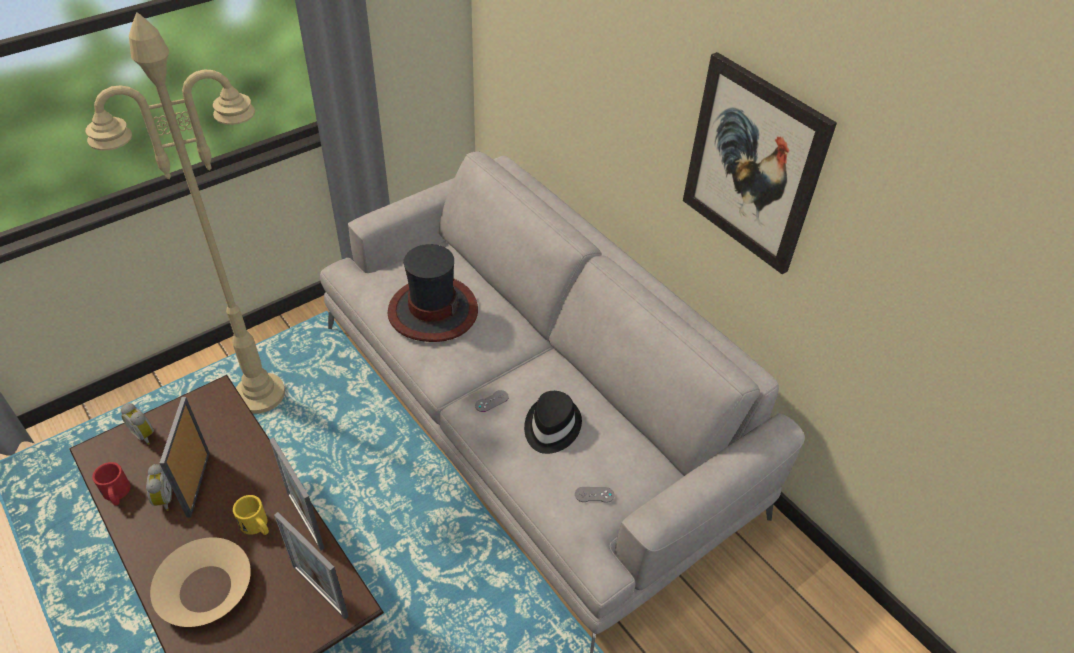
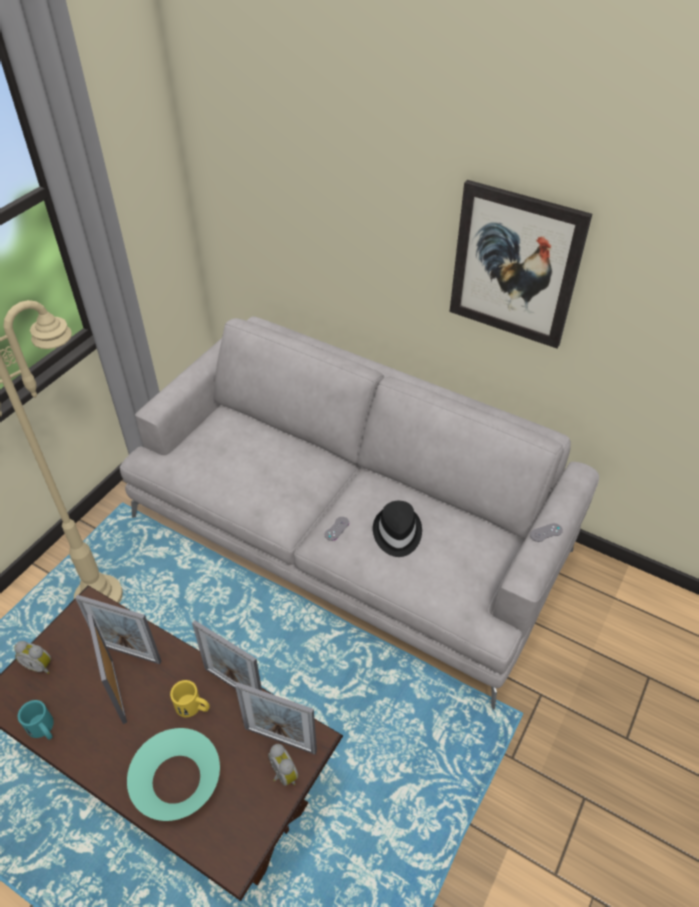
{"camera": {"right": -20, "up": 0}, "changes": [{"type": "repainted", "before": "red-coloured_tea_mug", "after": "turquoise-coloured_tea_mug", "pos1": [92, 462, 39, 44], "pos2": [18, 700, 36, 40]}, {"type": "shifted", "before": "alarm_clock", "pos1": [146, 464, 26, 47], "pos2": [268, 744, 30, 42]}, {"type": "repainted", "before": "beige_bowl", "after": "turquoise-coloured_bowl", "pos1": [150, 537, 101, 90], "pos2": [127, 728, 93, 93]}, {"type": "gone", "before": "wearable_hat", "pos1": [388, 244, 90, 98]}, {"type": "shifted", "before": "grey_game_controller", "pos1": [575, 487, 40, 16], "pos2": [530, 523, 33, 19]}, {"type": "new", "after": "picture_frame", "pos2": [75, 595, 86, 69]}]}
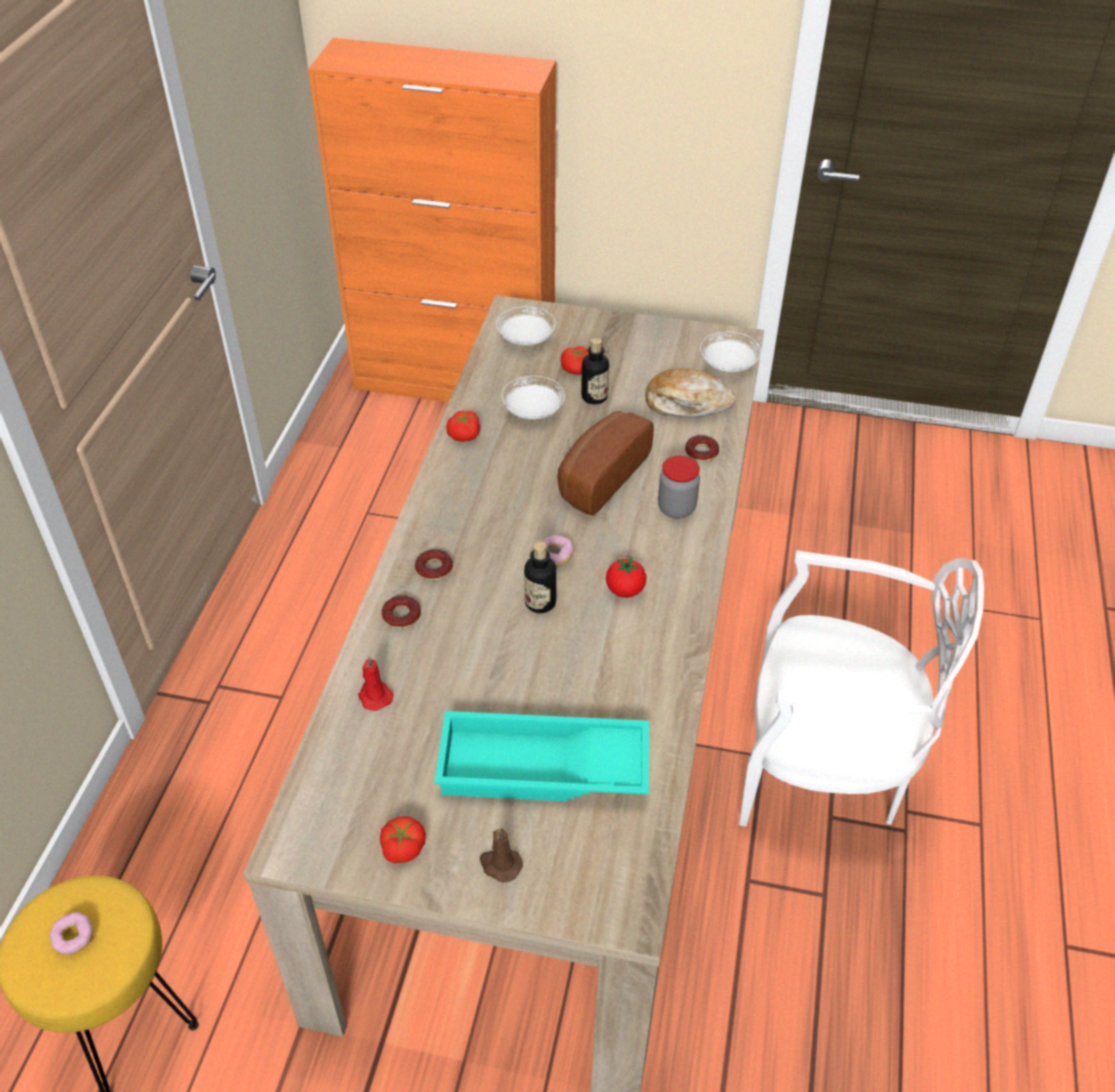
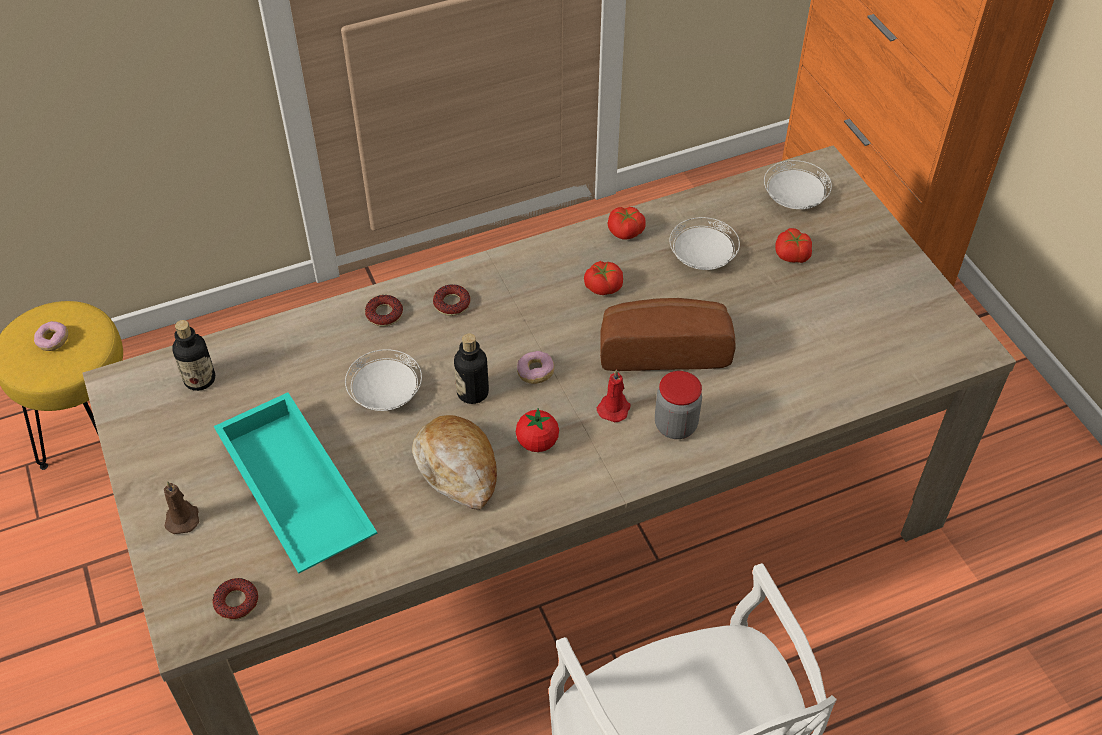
{"camera": {"right": 55, "up": 5}, "changes": [{"type": "shifted", "before": "red-coloured_wax_light", "pos1": [358, 656, 36, 55], "pos2": [597, 369, 34, 53]}, {"type": "shifted", "before": "whole_tomato", "pos1": [380, 816, 46, 48], "pos2": [584, 261, 39, 34]}, {"type": "shifted", "before": "bottle", "pos1": [581, 338, 28, 66], "pos2": [172, 320, 43, 71]}, {"type": "shifted", "before": "bakery_bread", "pos1": [645, 368, 91, 49], "pos2": [412, 415, 85, 95]}, {"type": "shifted", "before": "donut", "pos1": [685, 435, 34, 27], "pos2": [212, 578, 46, 42]}, {"type": "shifted", "before": "white-coloured_dinner_plate", "pos1": [700, 331, 61, 41], "pos2": [345, 349, 77, 62]}]}
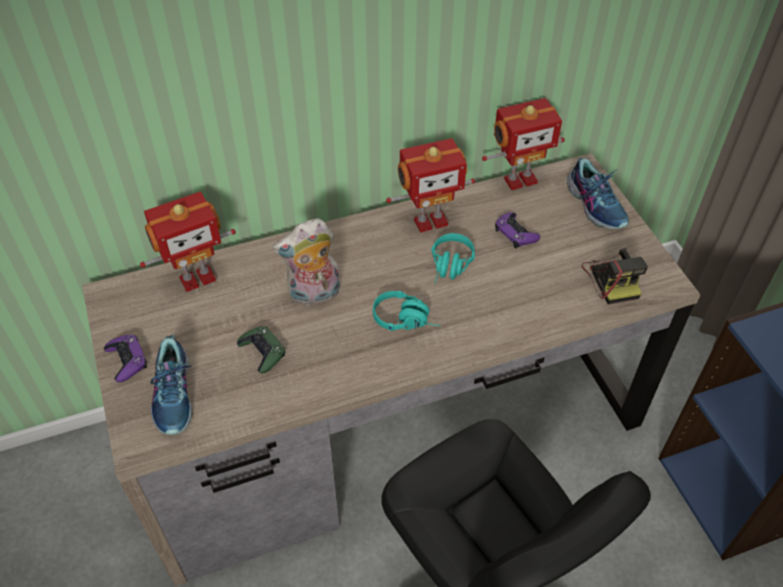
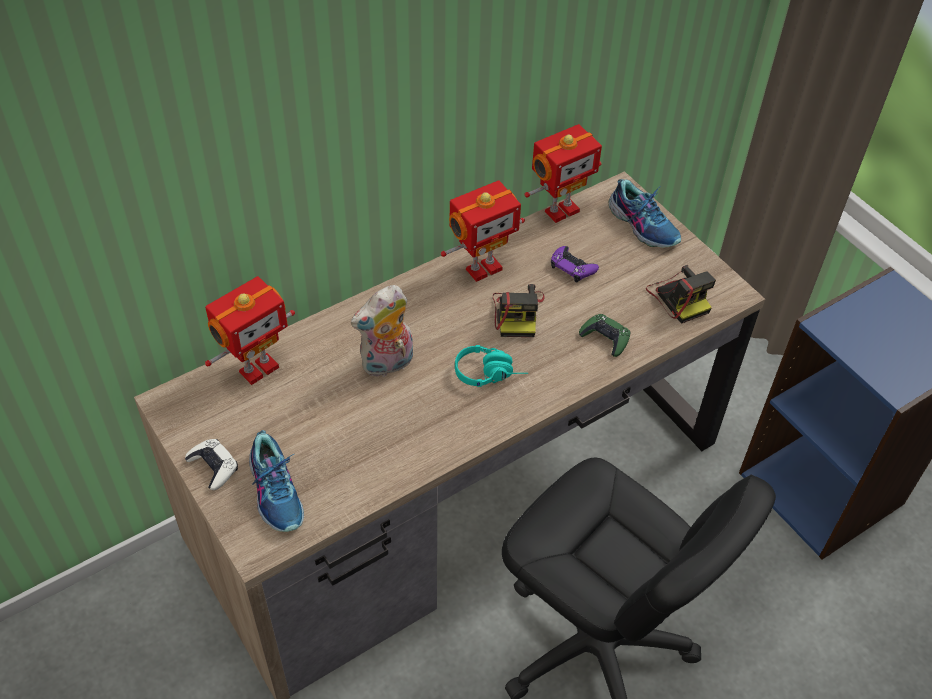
{"camera": {"right": -15, "up": 0}, "changes": [{"type": "repainted", "before": "purple_game_controller", "after": "white-coloured_game_controller", "pos1": [104, 335, 43, 47], "pos2": [185, 439, 53, 51]}, {"type": "shifted", "before": "green_game_controller", "pos1": [237, 326, 48, 47], "pos2": [579, 314, 52, 43]}, {"type": "swapped", "before": "turquoise-coloured_headset", "after": "photo_camera", "pos1": [431, 233, 44, 51], "pos2": [493, 284, 52, 53]}]}
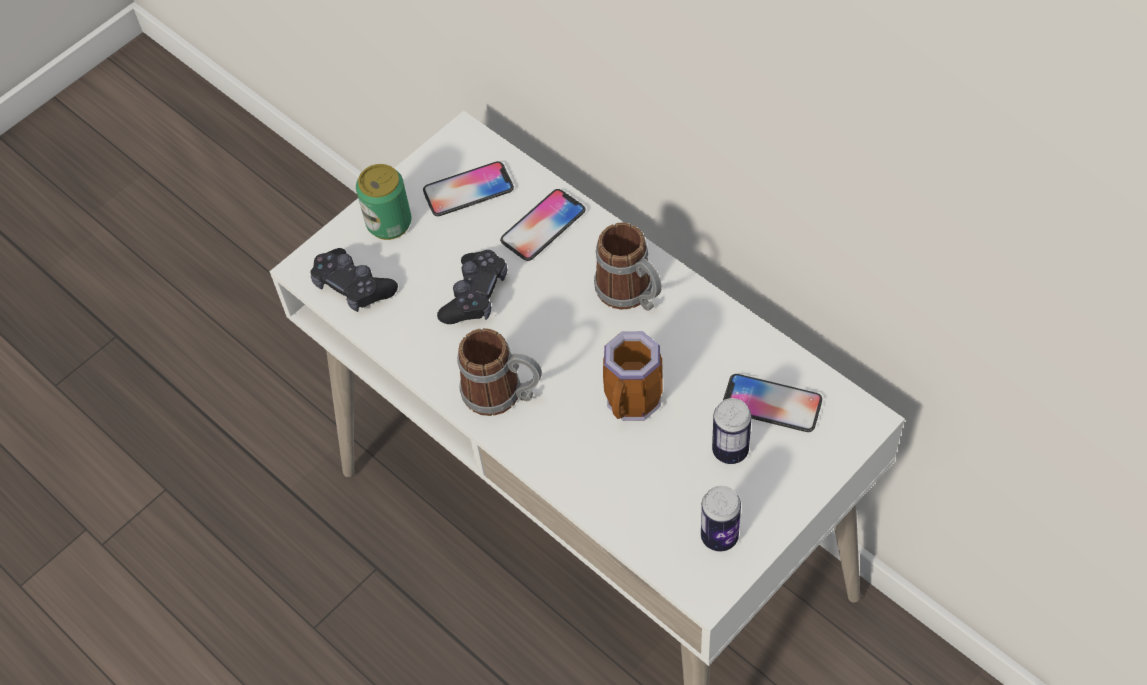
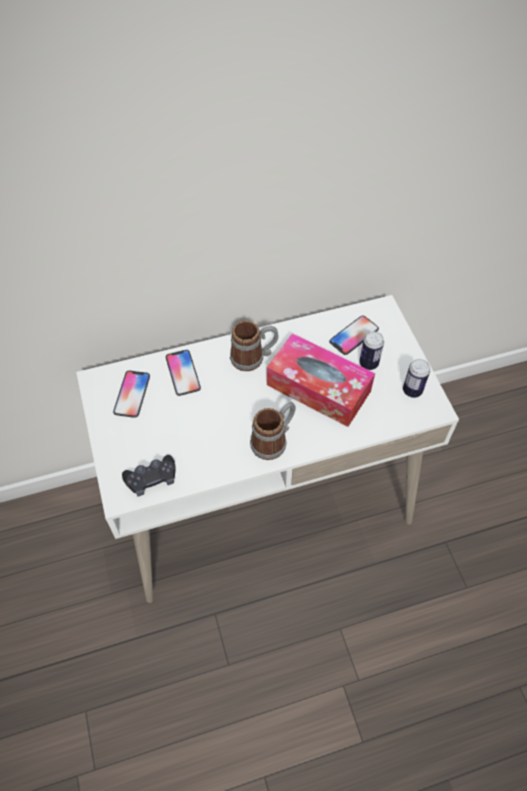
{"camera": {"right": -65, "up": 0}, "changes": [{"type": "gone", "before": "sealed_can", "pos1": [356, 164, 55, 76]}, {"type": "gone", "before": "black_game_controller", "pos1": [437, 250, 70, 74]}, {"type": "swapped", "before": "tea_mug", "after": "tissue_holder", "pos1": [603, 331, 60, 90], "pos2": [267, 333, 108, 94]}]}
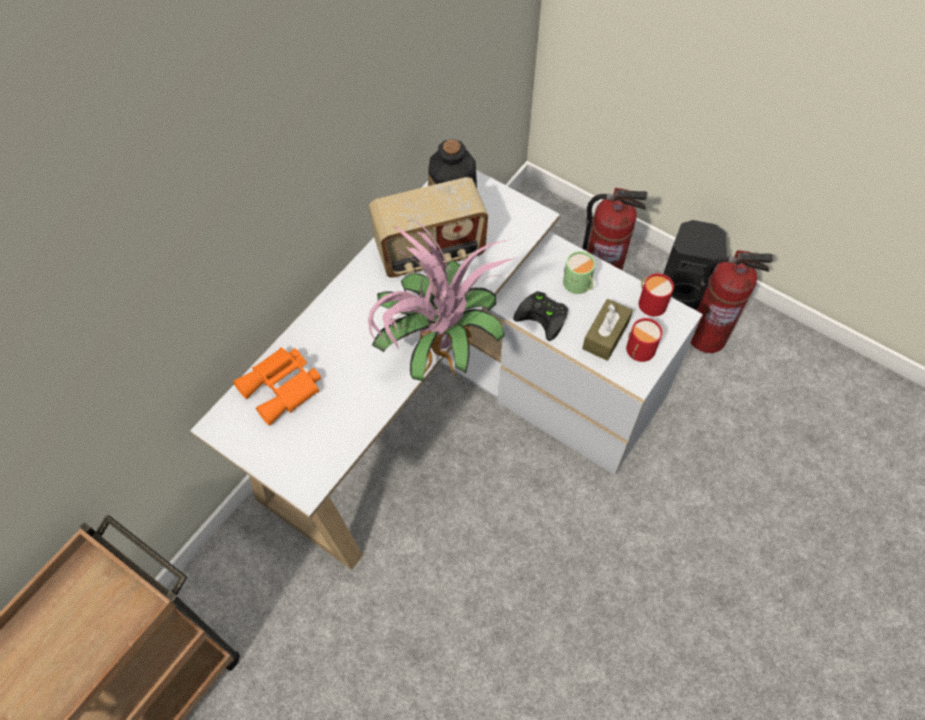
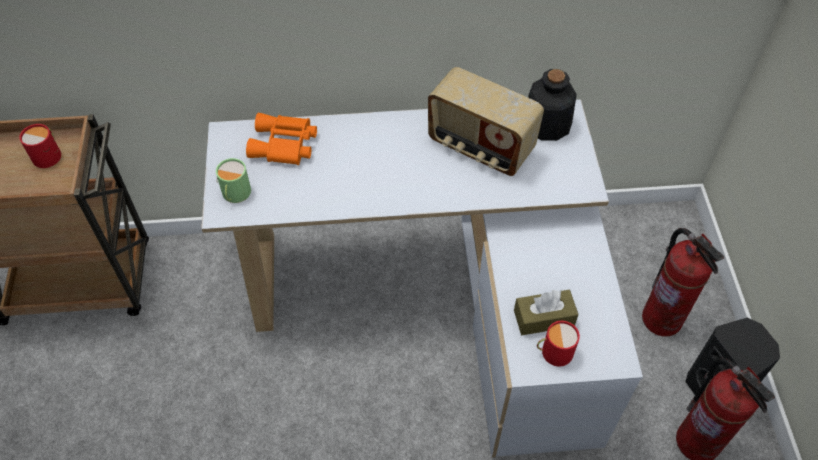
{"camera": {"right": 50, "up": -5}, "changes": [{"type": "gone", "before": "potted_plant", "pos1": [368, 221, 149, 160]}, {"type": "gone", "before": "black_game_controller", "pos1": [513, 291, 55, 50]}, {"type": "shifted", "before": "green_tea_mug", "pos1": [563, 251, 32, 43], "pos2": [216, 158, 35, 45]}, {"type": "shifted", "before": "red-coloured_tea_mug", "pos1": [638, 273, 36, 43], "pos2": [19, 124, 42, 44]}]}
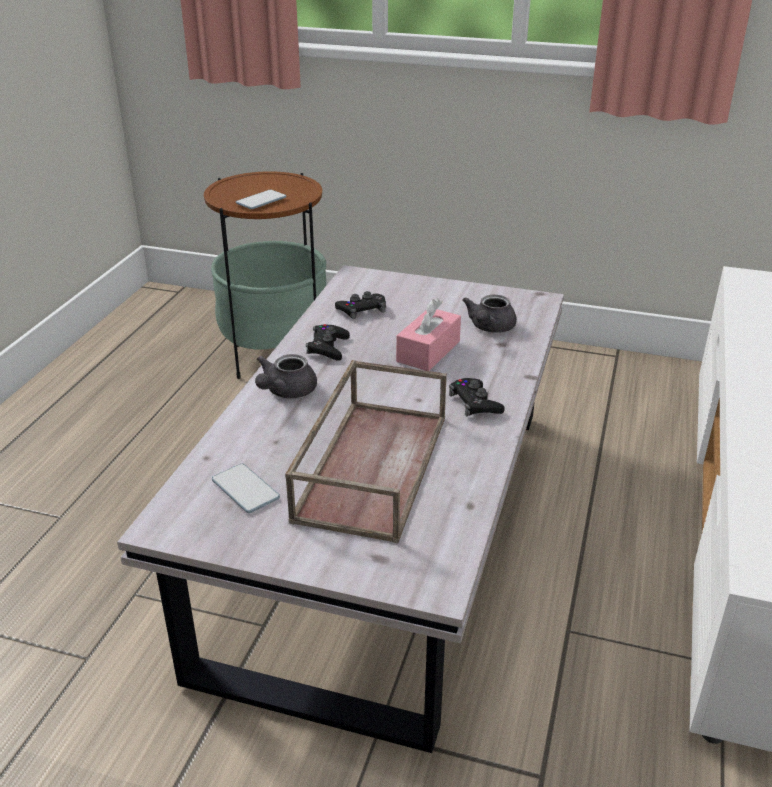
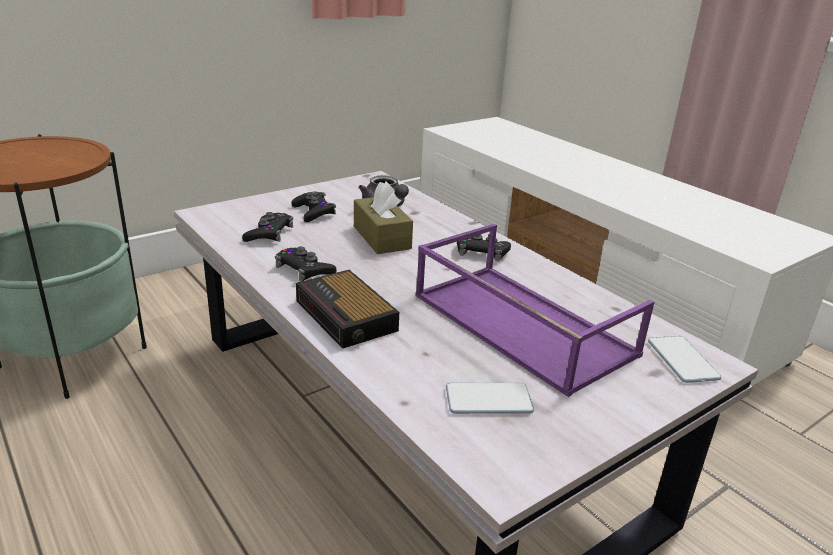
{"camera": {"right": -55, "up": -5}, "changes": [{"type": "shifted", "before": "telephone", "pos1": [236, 190, 50, 19], "pos2": [648, 336, 73, 47]}, {"type": "swapped", "before": "grey_pot_for_tea", "after": "alarm_clock", "pos1": [255, 354, 62, 44], "pos2": [296, 270, 103, 79]}, {"type": "repainted", "before": "brown-coloured_serving_tray", "after": "purple_serving_tray", "pos1": [285, 360, 162, 183], "pos2": [416, 224, 238, 173]}, {"type": "repainted", "before": "pink-coloured_tissue_holder", "after": "brown-coloured_tissue_holder", "pos1": [396, 298, 65, 73], "pos2": [354, 181, 59, 73]}, {"type": "new", "after": "black_game_controller", "pos2": [291, 192, 45, 30]}]}
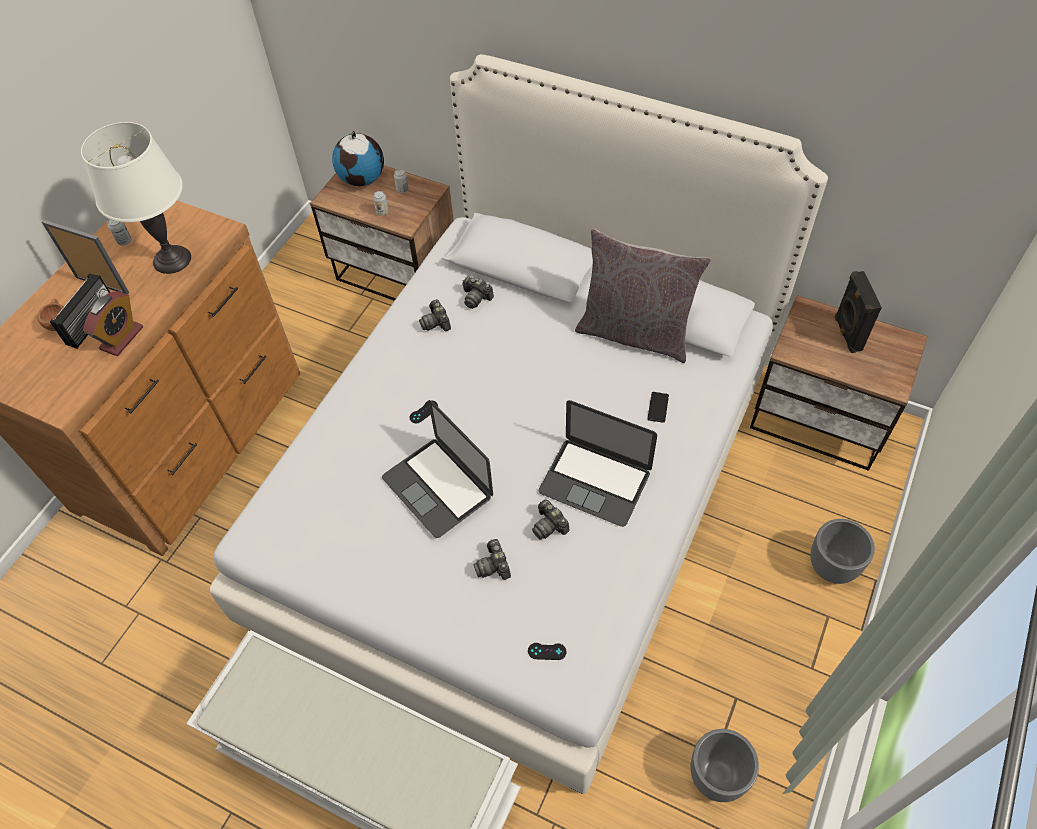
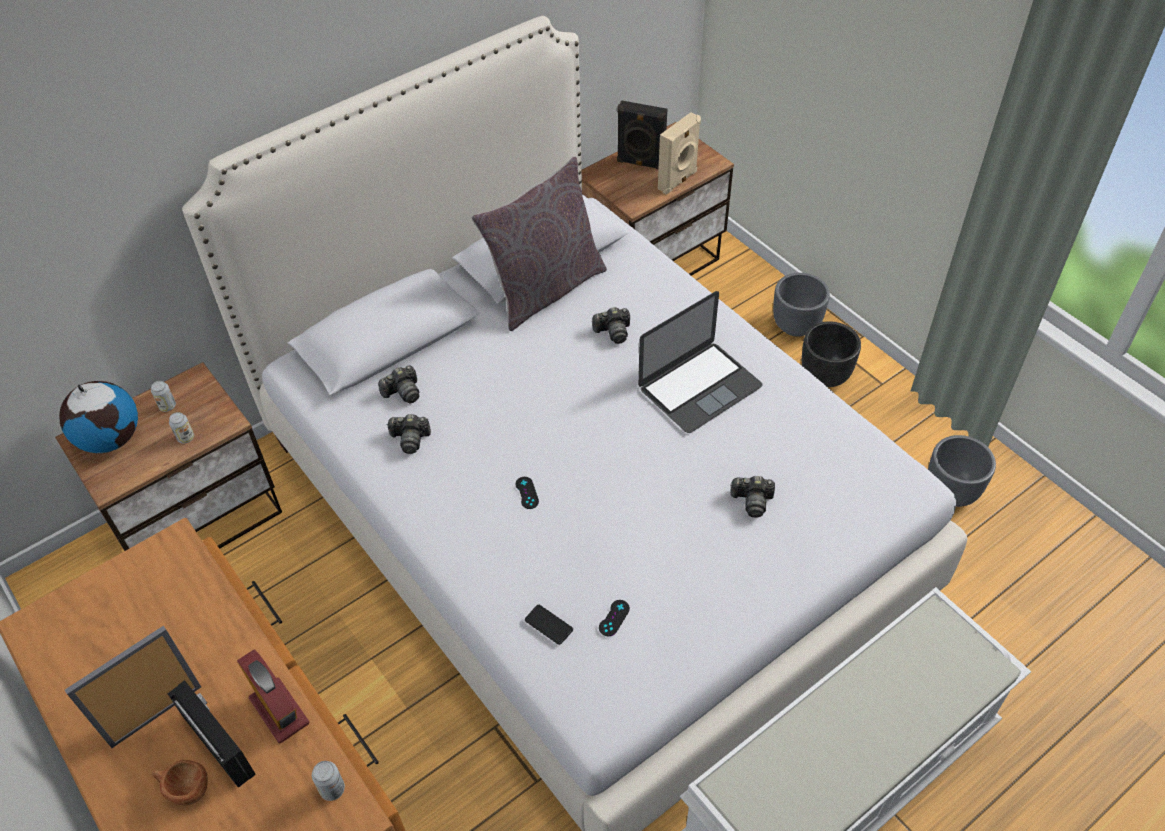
{"camera": {"right": -65, "up": -5}, "changes": [{"type": "gone", "before": "white-coloured_tabletop_lamp", "pos1": [81, 122, 110, 152]}, {"type": "shifted", "before": "sealed_can", "pos1": [108, 219, 24, 27], "pos2": [312, 761, 33, 40]}, {"type": "gone", "before": "notebook_computer", "pos1": [382, 400, 111, 138]}, {"type": "shifted", "before": "black_game_controller", "pos1": [528, 643, 38, 17], "pos2": [599, 600, 31, 36]}, {"type": "shifted", "before": "photo_camera", "pos1": [532, 499, 38, 41], "pos2": [592, 307, 38, 37]}, {"type": "shifted", "before": "telephone", "pos1": [647, 392, 22, 31], "pos2": [525, 605, 48, 40]}, {"type": "new", "after": "beige_audio_speaker", "pos2": [658, 112, 43, 82]}, {"type": "new", "after": "black_flower_pot", "pos2": [802, 321, 59, 66]}]}
